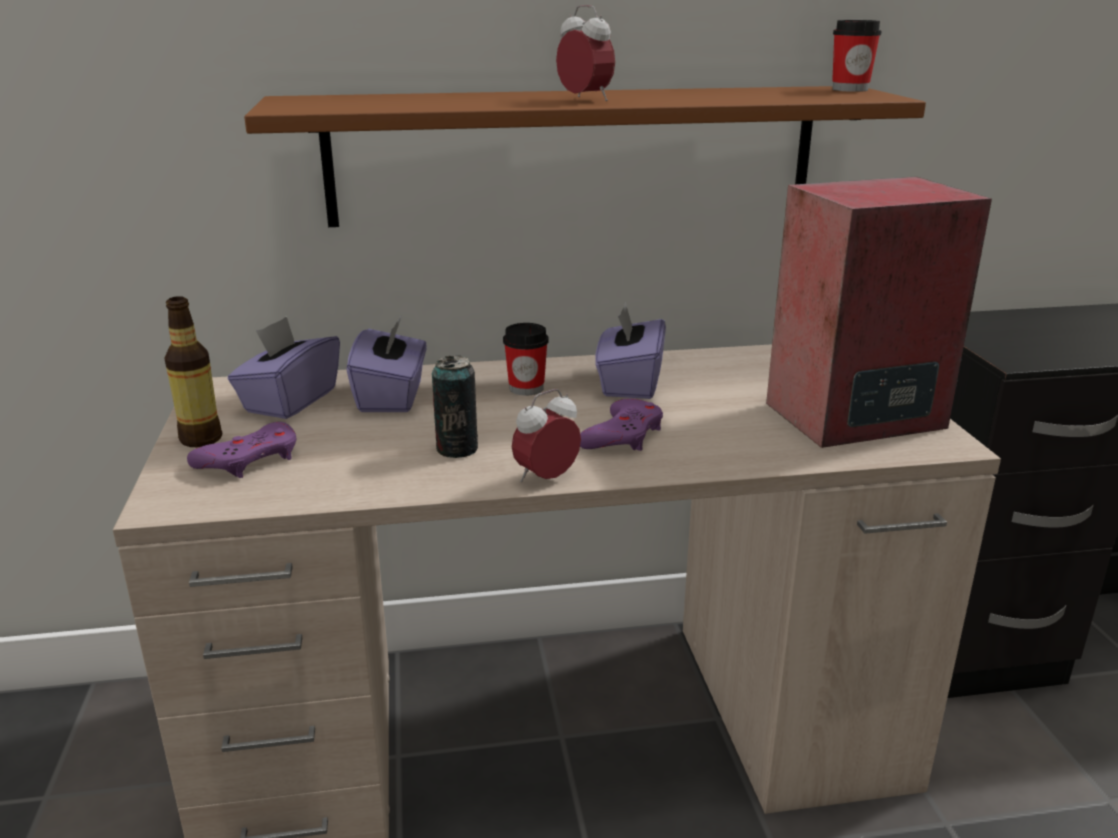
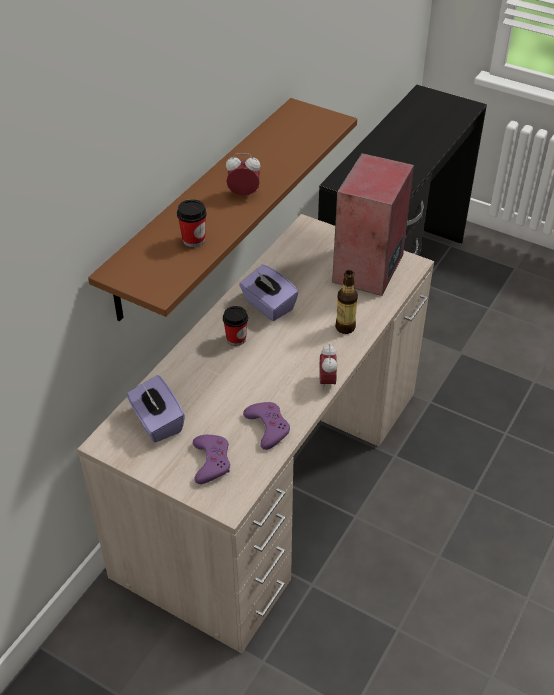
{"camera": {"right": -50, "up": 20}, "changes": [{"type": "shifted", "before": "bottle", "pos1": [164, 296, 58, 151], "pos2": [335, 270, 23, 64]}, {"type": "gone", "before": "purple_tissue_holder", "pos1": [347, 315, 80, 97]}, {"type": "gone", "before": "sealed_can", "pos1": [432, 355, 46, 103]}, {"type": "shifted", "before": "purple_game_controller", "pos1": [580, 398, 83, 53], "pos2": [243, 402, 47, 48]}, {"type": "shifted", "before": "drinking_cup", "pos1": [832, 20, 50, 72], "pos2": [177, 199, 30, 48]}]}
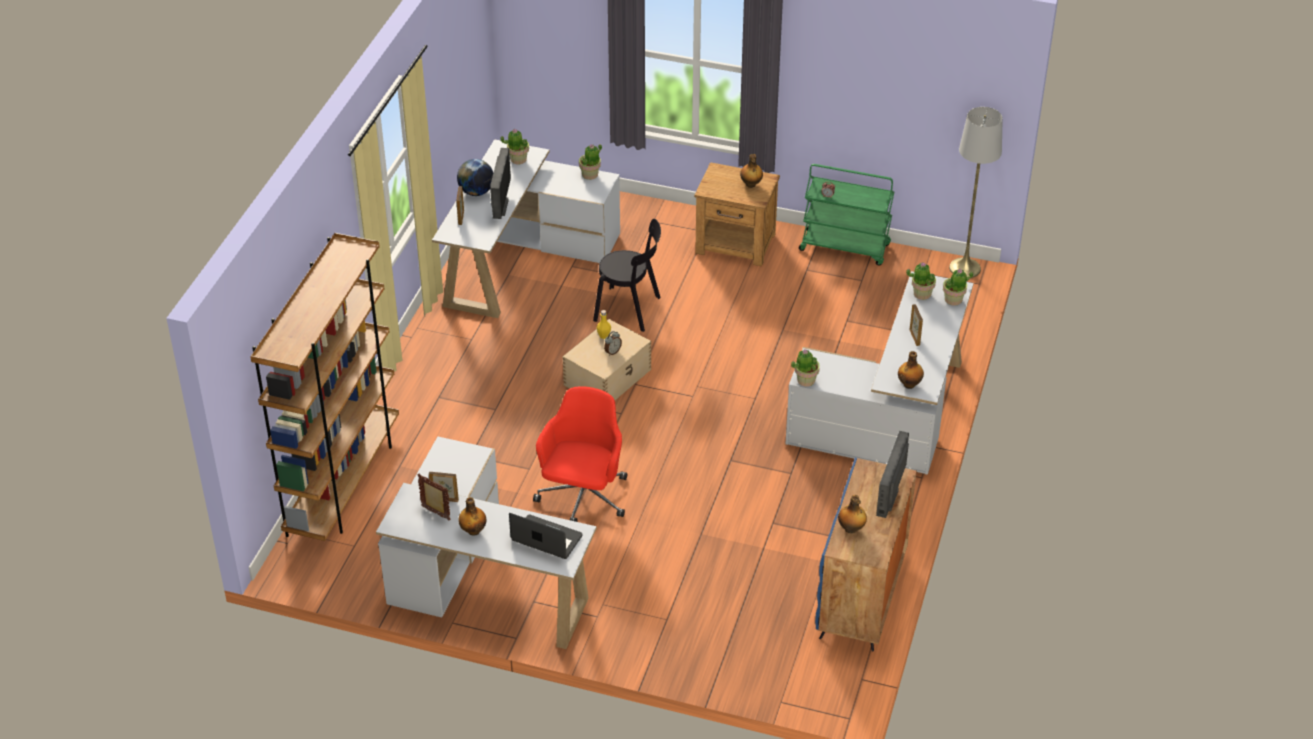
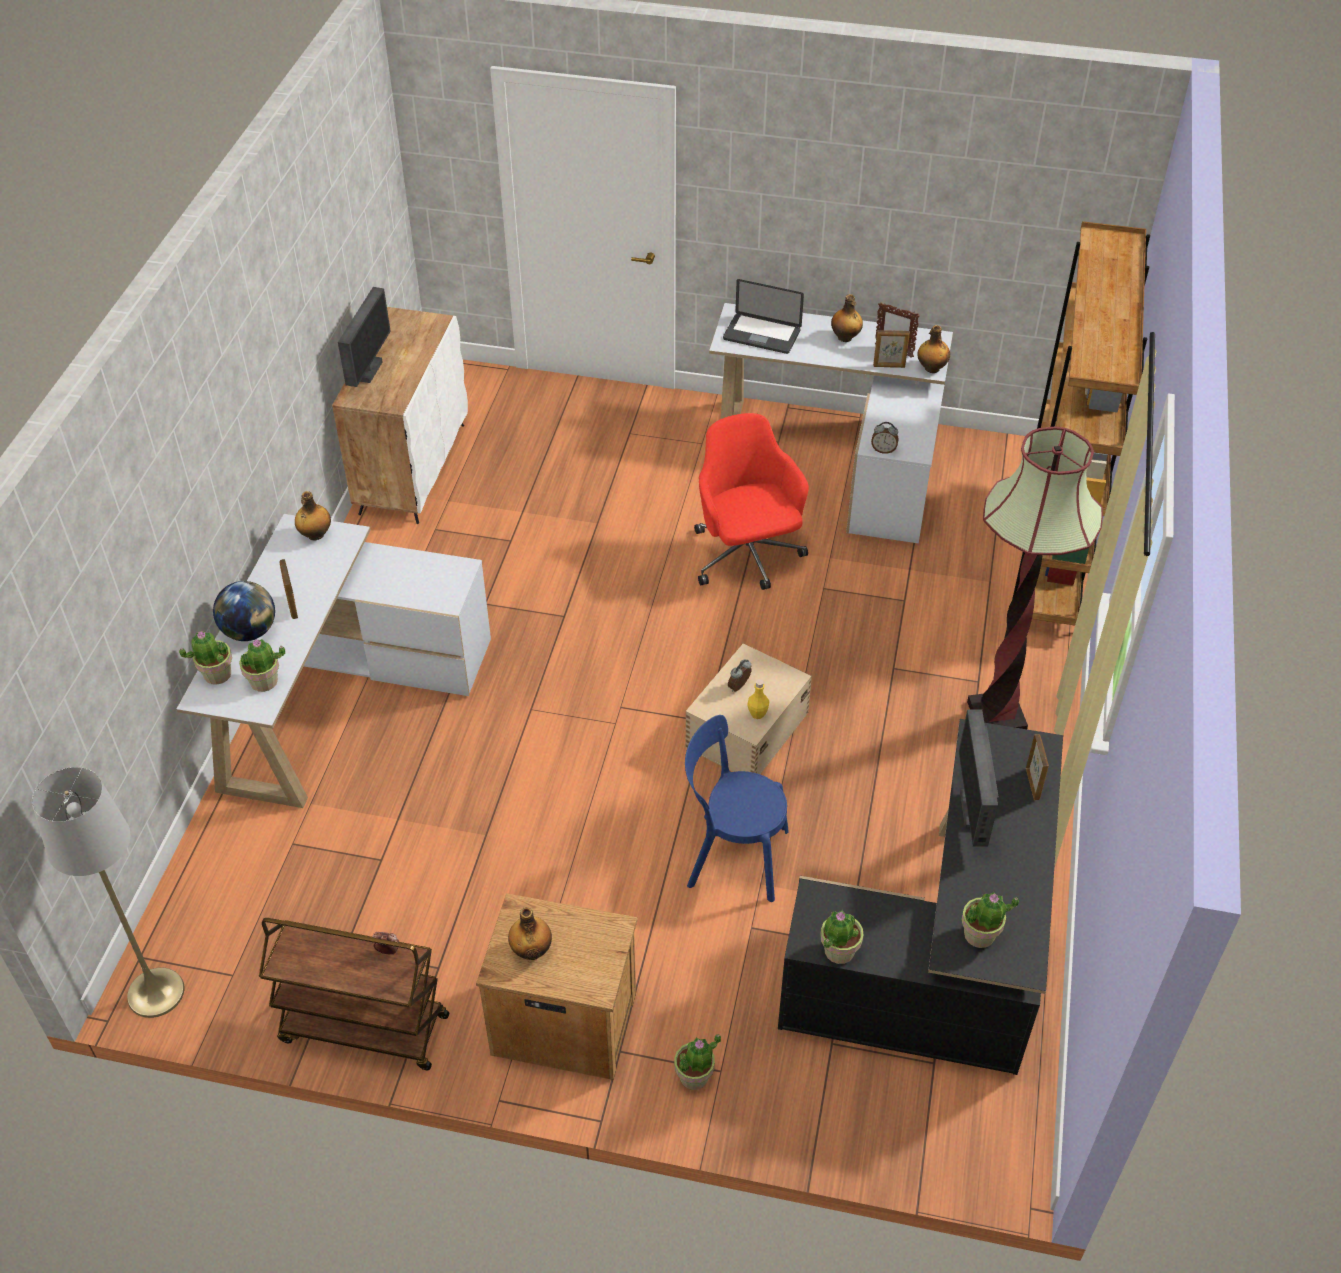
{"camera": {"right": 175, "up": 5}, "changes": [{"type": "repainted", "before": "white-coloured_desk", "after": "black_desk", "pos1": [432, 139, 188, 179], "pos2": [778, 719, 285, 356]}, {"type": "shifted", "before": "desk_globe", "pos1": [457, 159, 36, 37], "pos2": [213, 581, 62, 60]}, {"type": "rotated", "before": "red-coloured_office_chair", "pos1": [533, 386, 94, 136], "pos2": [694, 413, 115, 177], "turn": 150}, {"type": "repainted", "before": "black_chair", "after": "bluish_chair", "pos1": [593, 219, 68, 113], "pos2": [685, 715, 104, 187]}, {"type": "shifted", "before": "potted_plant", "pos1": [791, 349, 29, 38], "pos2": [674, 1034, 47, 56]}, {"type": "repainted", "before": "green_trolley", "after": "brown-coloured_trolley", "pos1": [799, 164, 95, 102], "pos2": [259, 918, 190, 152]}, {"type": "repainted", "before": "bluish_cabinet", "after": "white-coloured_cabinet", "pos1": [815, 457, 102, 194], "pos2": [332, 307, 136, 217]}, {"type": "shifted", "before": "bottle", "pos1": [838, 495, 29, 39], "pos2": [917, 325, 33, 48]}, {"type": "new", "after": "alarm_clock", "pos2": [871, 422, 28, 32]}, {"type": "new", "after": "standard_lamp", "pos2": [967, 426, 136, 303]}]}
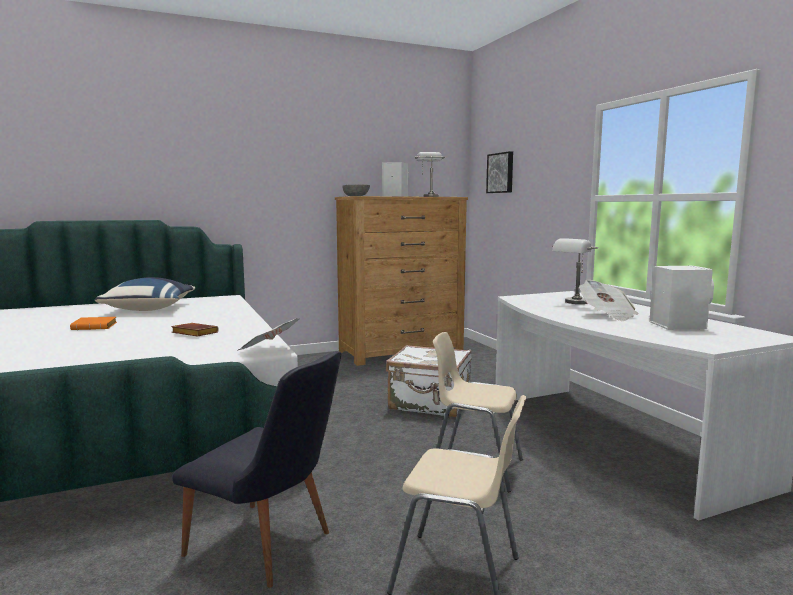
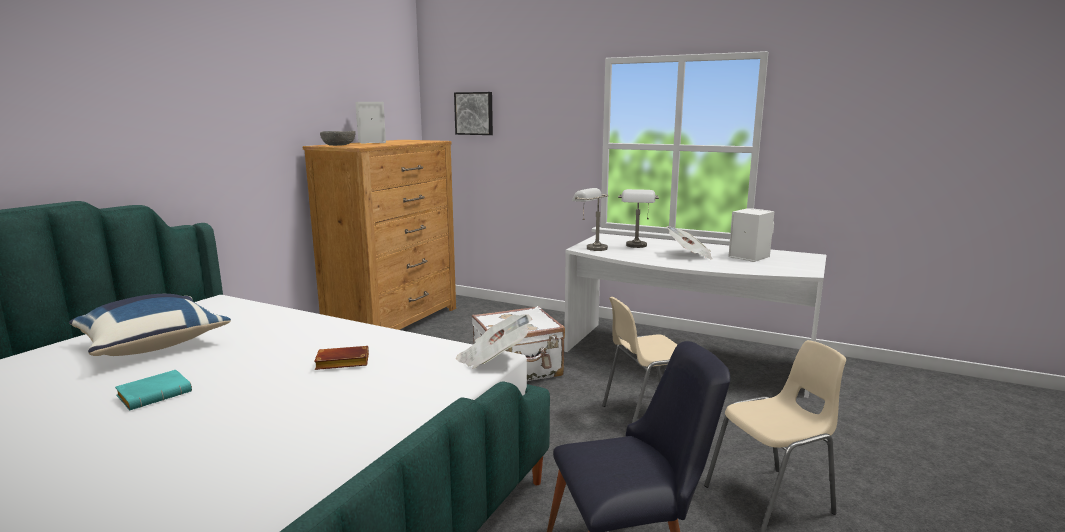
{"camera": {"right": -40, "up": 5}, "changes": [{"type": "repainted", "before": "orangey_bound_book", "after": "turquoise-coloured_bound_book", "pos1": [70, 317, 47, 13], "pos2": [115, 370, 77, 40]}, {"type": "shifted", "before": "grey_tabletop_lamp", "pos1": [415, 152, 30, 45], "pos2": [572, 188, 37, 63]}]}
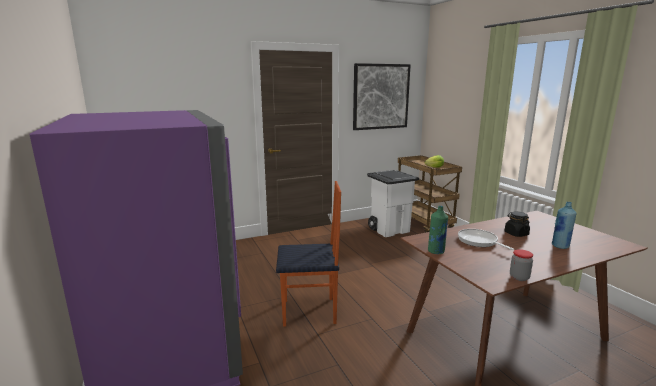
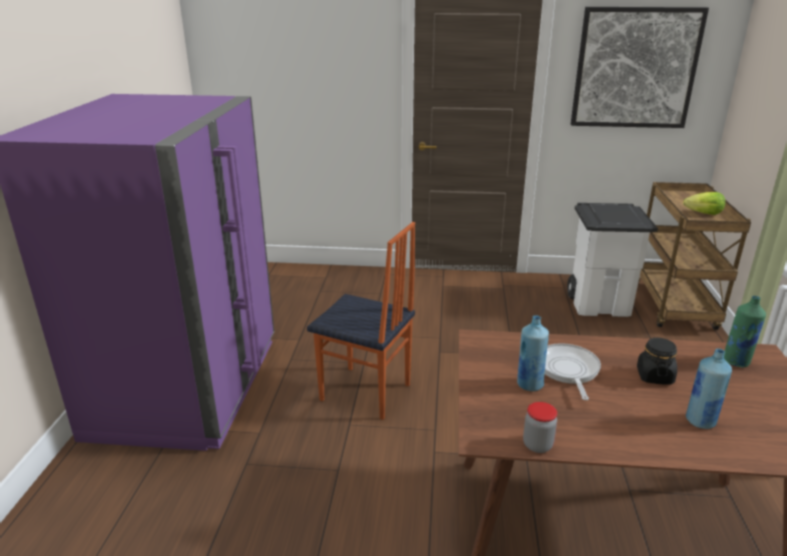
{"camera": {"right": 30, "up": 10}, "changes": [{"type": "shifted", "before": "green_bottle", "pos1": [428, 206, 20, 48], "pos2": [724, 296, 42, 71]}, {"type": "new", "after": "bluish_bottle", "pos2": [517, 315, 32, 76]}]}
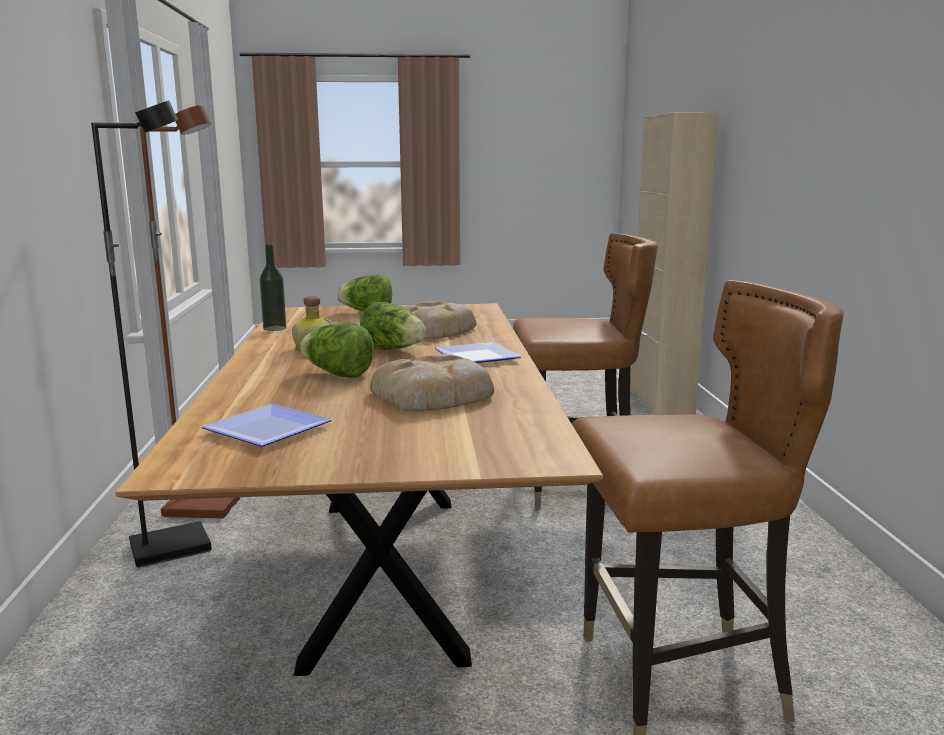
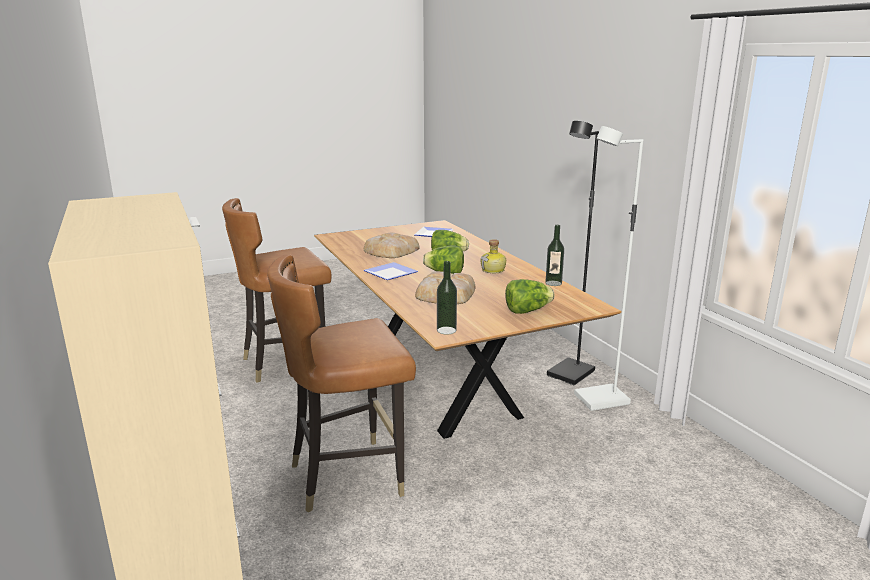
{"camera": {"right": 160, "up": 5}, "changes": [{"type": "repainted", "before": "brown-coloured_standard_lamp", "after": "white-coloured_standard_lamp", "pos1": [140, 105, 101, 413], "pos2": [574, 126, 69, 285]}, {"type": "new", "after": "bottle", "pos2": [437, 261, 20, 74]}]}
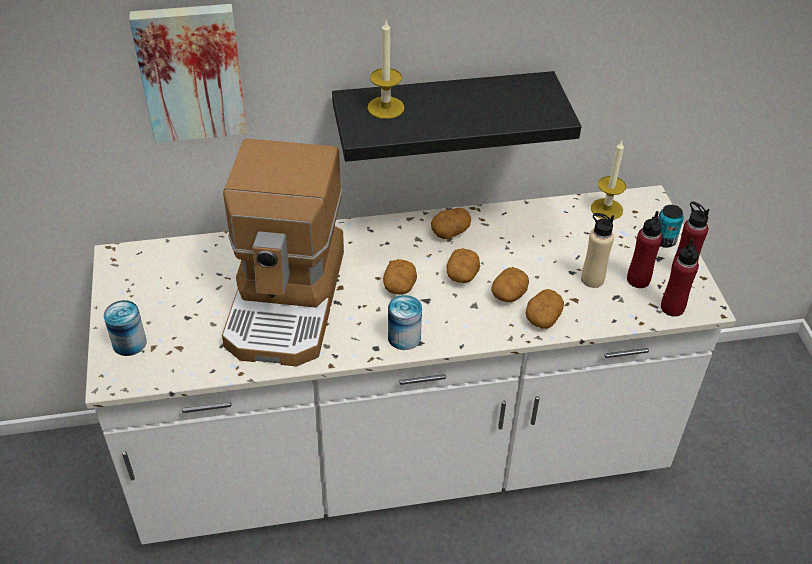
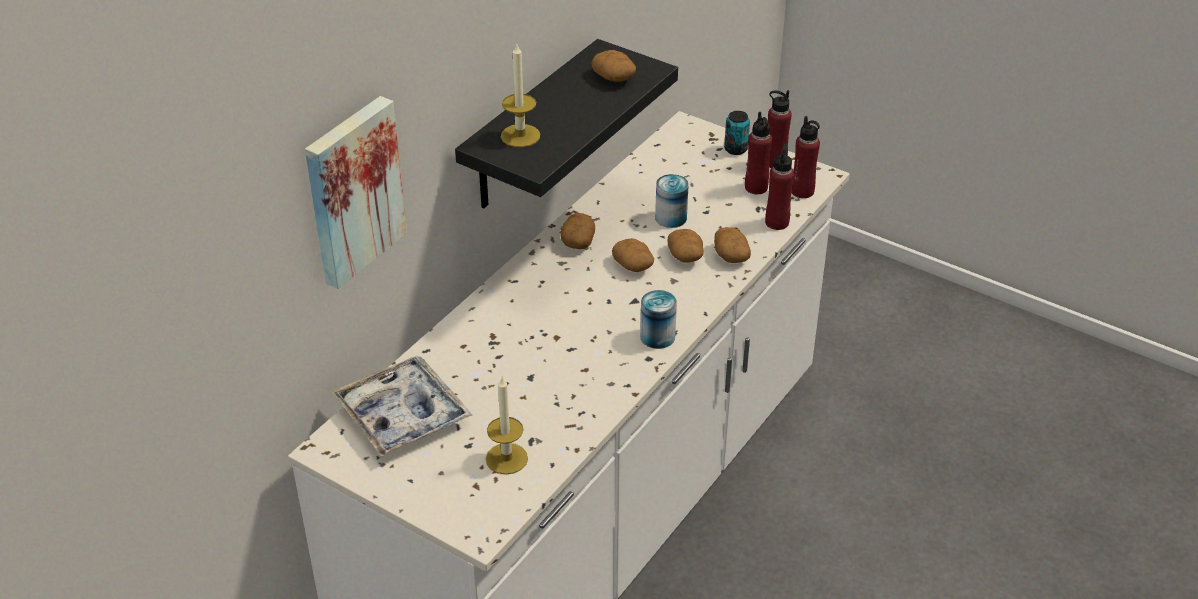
{"camera": {"right": -45, "up": -5}, "changes": [{"type": "shifted", "before": "sealed_can", "pos1": [103, 300, 44, 56], "pos2": [655, 174, 34, 54]}, {"type": "gone", "before": "coffee_machine", "pos1": [222, 138, 122, 229]}, {"type": "shifted", "before": "spud", "pos1": [383, 259, 34, 35], "pos2": [591, 50, 45, 32]}, {"type": "gone", "before": "beige_bottle", "pos1": [581, 213, 33, 75]}, {"type": "shifted", "before": "wax_light", "pos1": [591, 141, 35, 79], "pos2": [486, 377, 42, 98]}, {"type": "new", "after": "serving_tray", "pos2": [331, 356, 141, 101]}, {"type": "new", "after": "red-coloured_bottle", "pos2": [765, 144, 29, 86]}]}
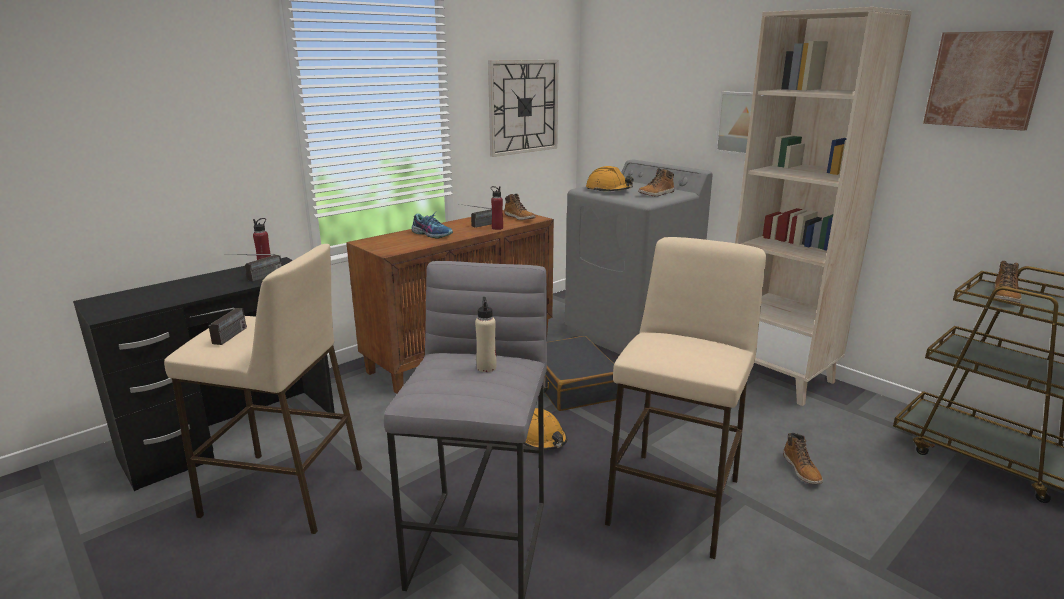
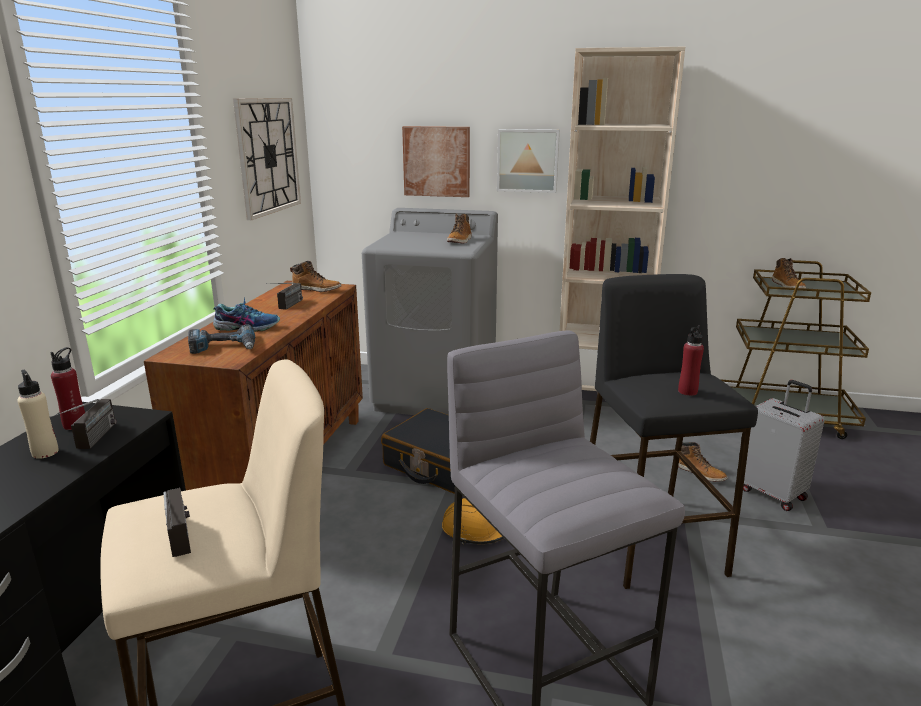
{"camera": {"right": -35, "up": 0}, "changes": [{"type": "shifted", "before": "beige_bottle", "pos1": [475, 297, 22, 75], "pos2": [17, 370, 42, 89]}, {"type": "shifted", "before": "red-coloured_bottle", "pos1": [491, 186, 12, 44], "pos2": [678, 325, 26, 71]}, {"type": "gone", "before": "orangey_hard_hat", "pos1": [586, 166, 48, 26]}, {"type": "repainted", "before": "beige_stool_seat", "after": "black_stool_seat", "pos1": [605, 237, 161, 322], "pos2": [590, 274, 168, 315]}, {"type": "shifted", "before": "wall_picture", "pos1": [923, 30, 131, 101], "pos2": [402, 126, 68, 71]}, {"type": "new", "after": "electric_drill", "pos2": [188, 324, 67, 30]}, {"type": "new", "after": "grey_piece_of_luggage", "pos2": [743, 380, 82, 131]}]}
